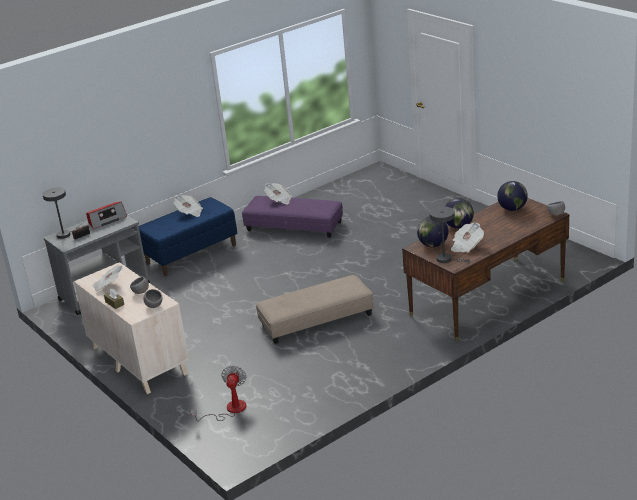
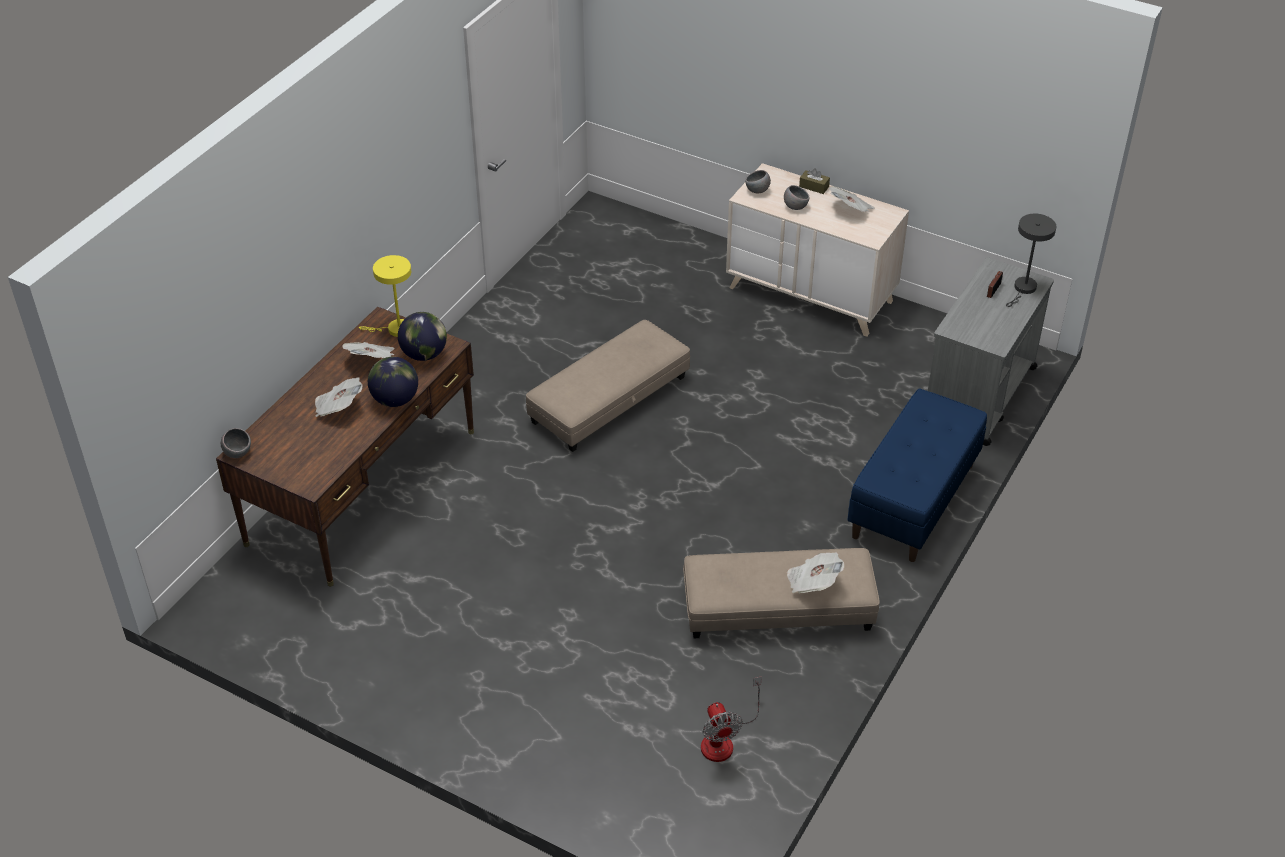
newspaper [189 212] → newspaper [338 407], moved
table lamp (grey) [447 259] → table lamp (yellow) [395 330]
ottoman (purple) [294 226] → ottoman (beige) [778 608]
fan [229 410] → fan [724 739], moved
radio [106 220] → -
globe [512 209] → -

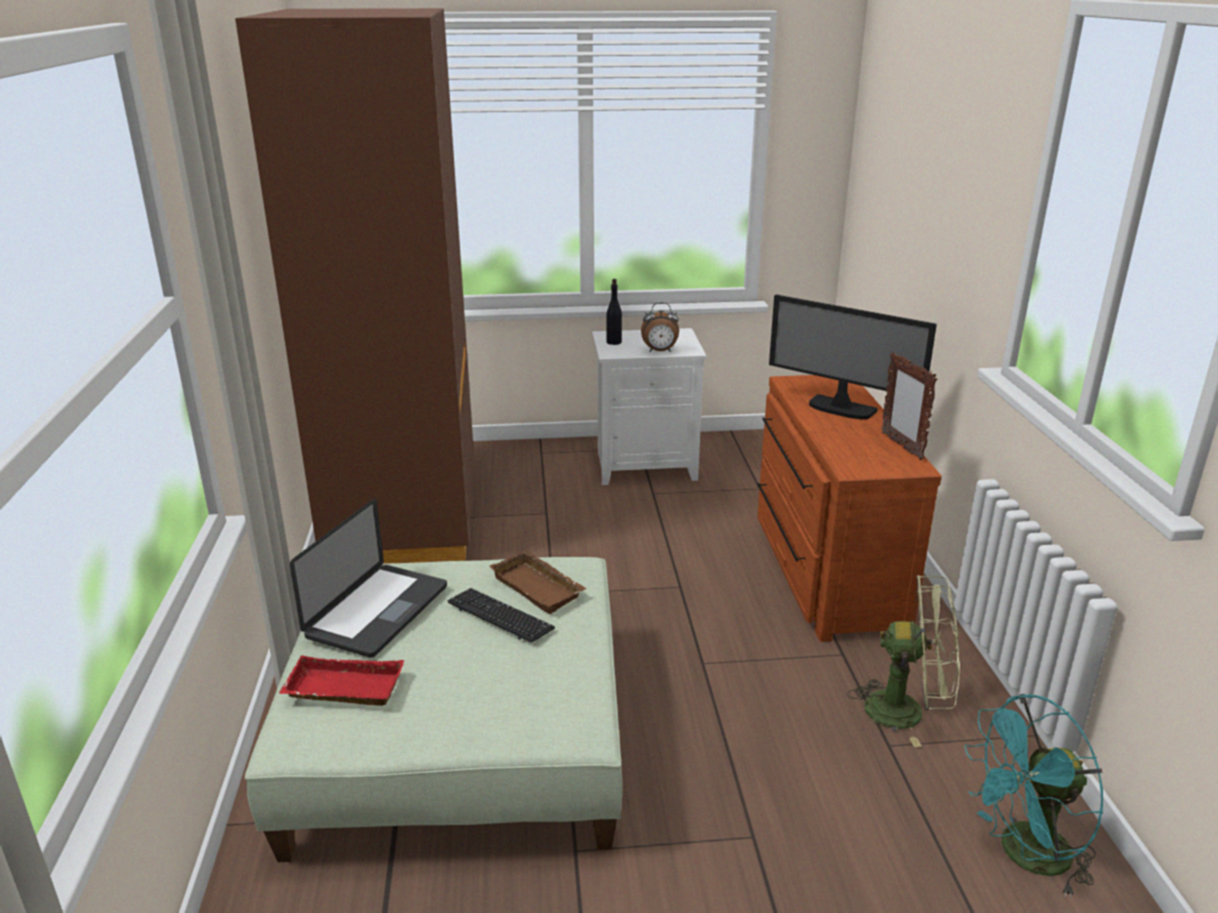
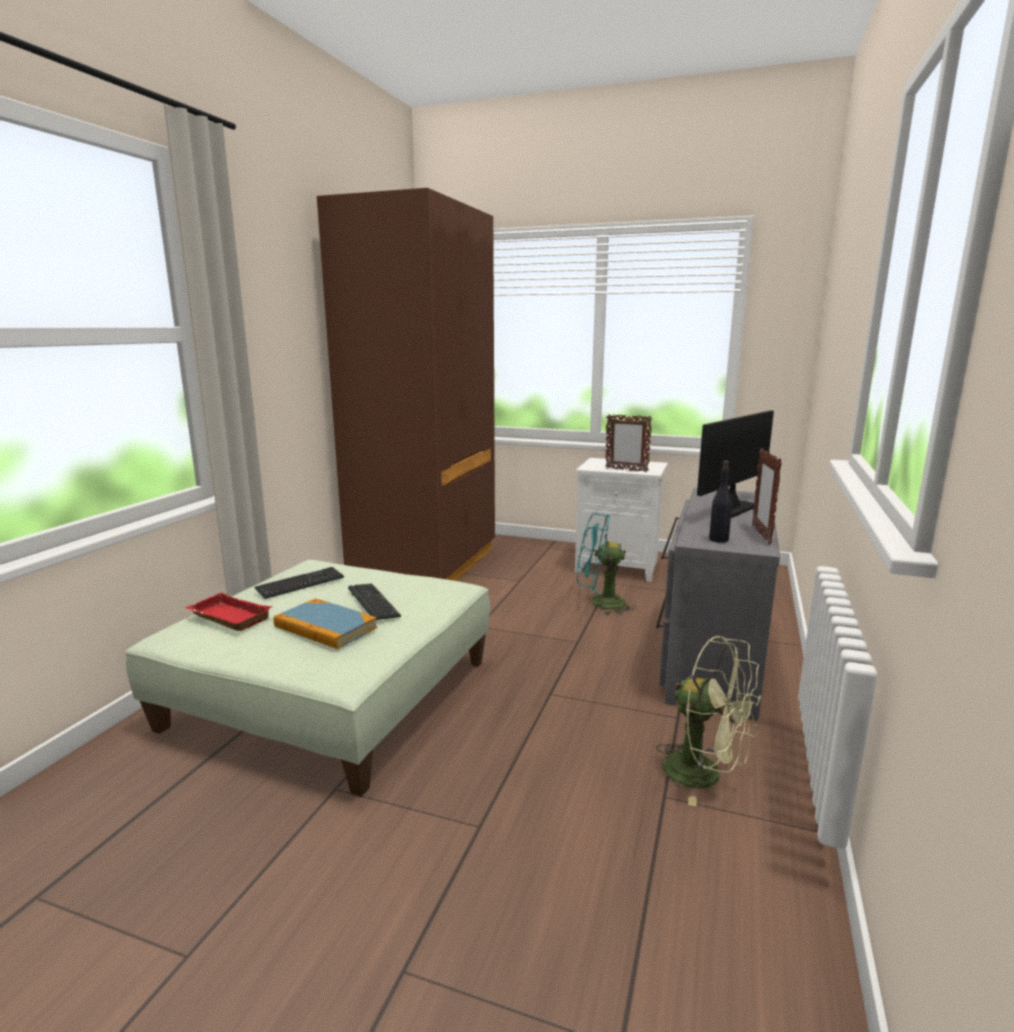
laptop [378 611] → keyboard [300 584]
- → book [325 627]
fan (turquoise) [1024 856] → fan (turquoise) [599 603], moved
alarm clock [660 351] → picture frame [626 470]
dresser (brown) [822 570] → dresser (grey) [709 656]
monitor [840 409] → monitor [732 509], 75 degrees clockwise
bottle (black) [614 342] → bottle (black) [718 539], moved
tray (brown) [540 587] → -

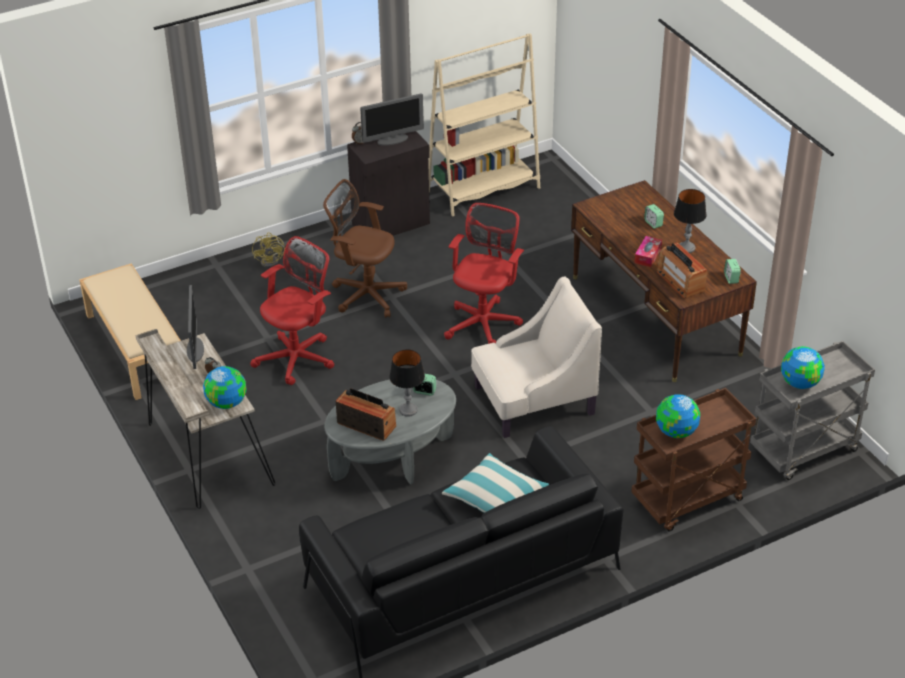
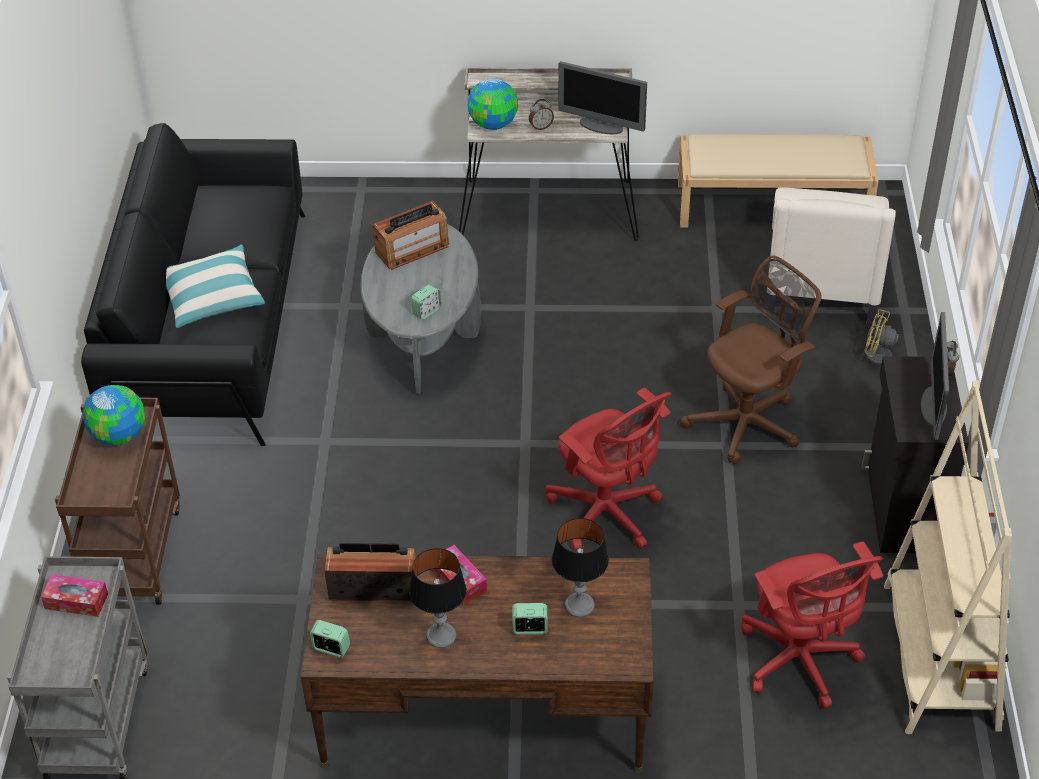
globe [799 383] → tissue box [76 601]
table lamp [408 410] → table lamp [579 605], moved
office chair (red) [298 357] → office chair (red) [800 662], moved
armchair (beige) [533 400] → armchair (beige) [822 281], moved

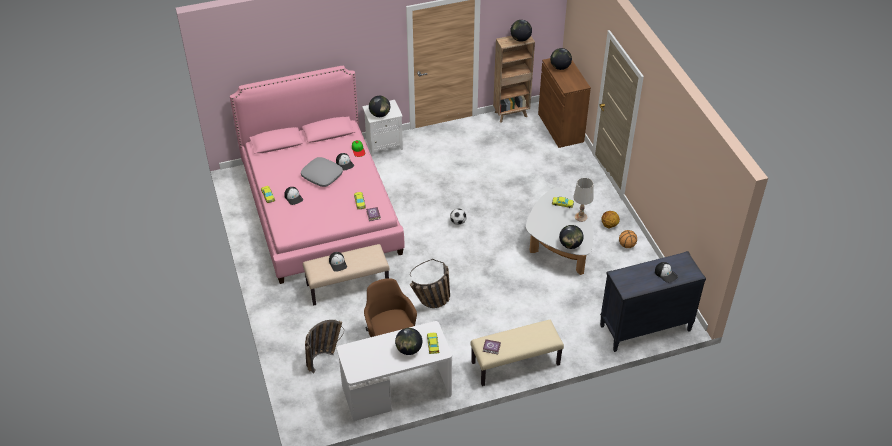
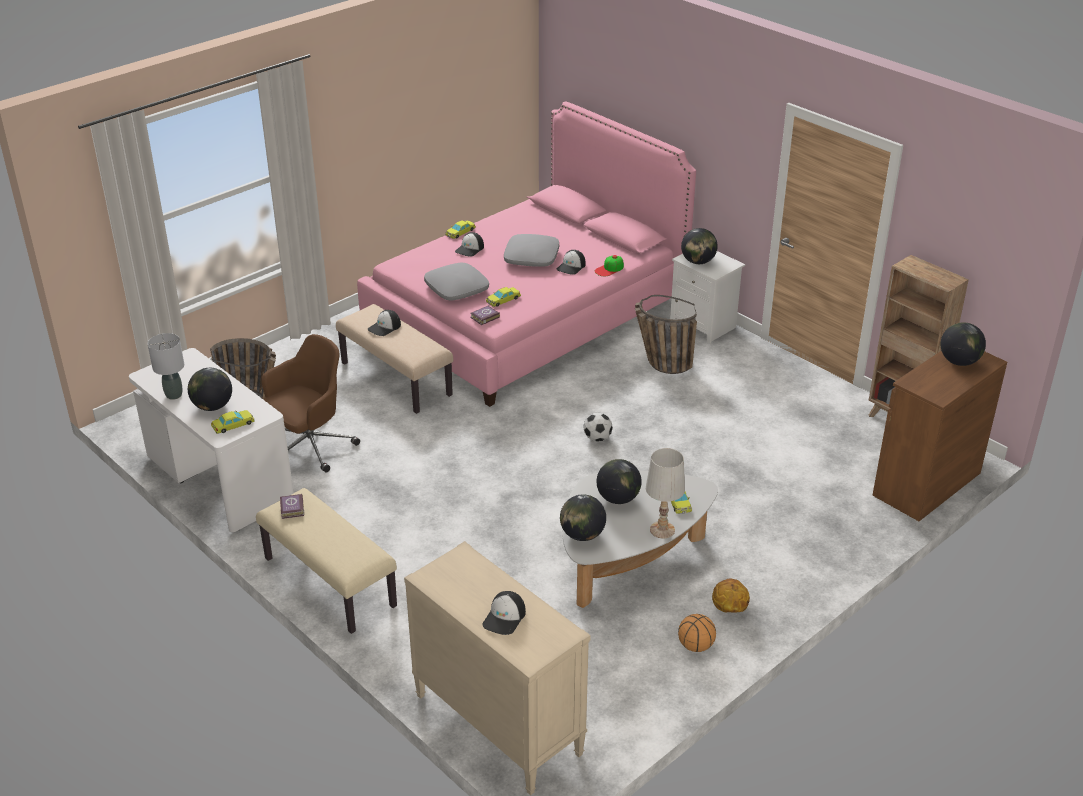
- → table lamp (grey) [173 395]
dresser (black) [644 329] → dresser (beige) [497 724]
- → pillow (grey) [457 288]
globe [520 39] → globe [618 498], moved
basket [431 303] → basket [659 363], moved

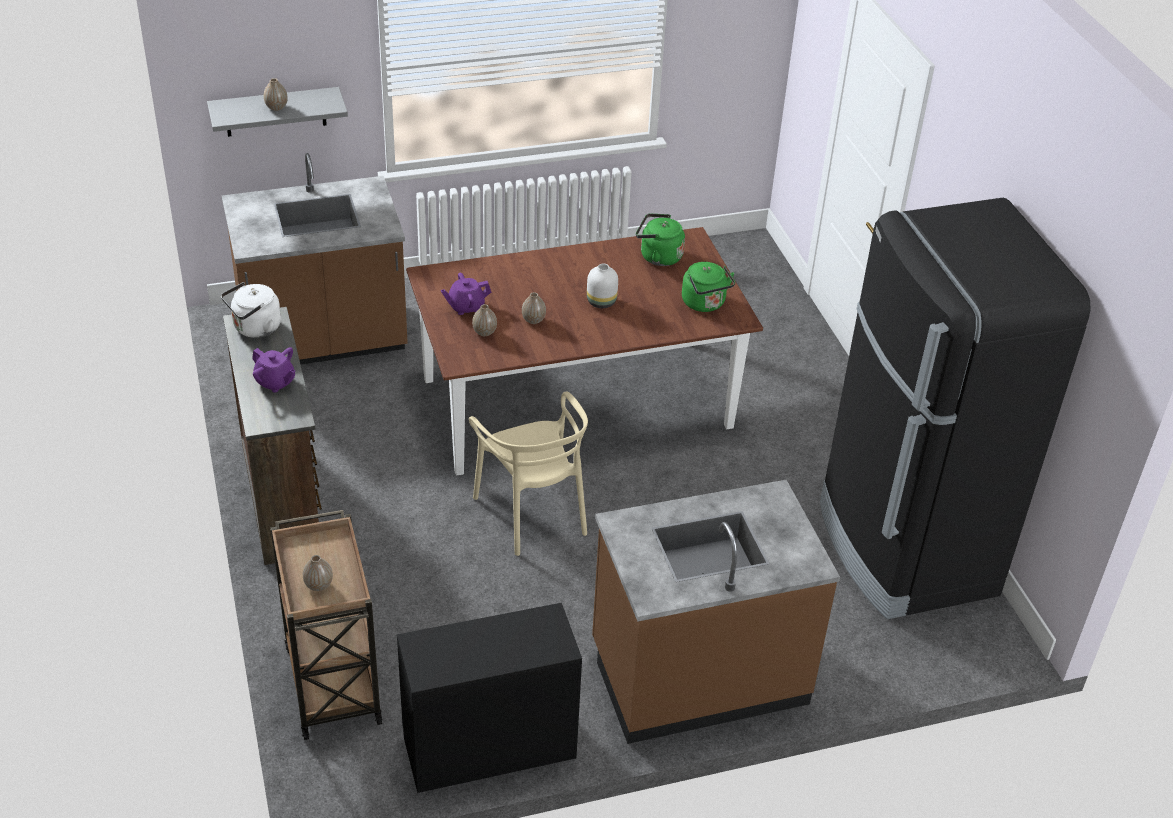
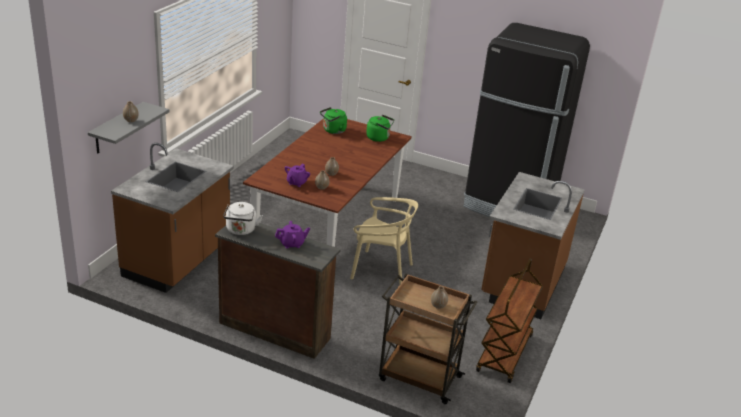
dresser (black) [488 745] → cart (brown) [505 354]
vase (white) [601 301] → -

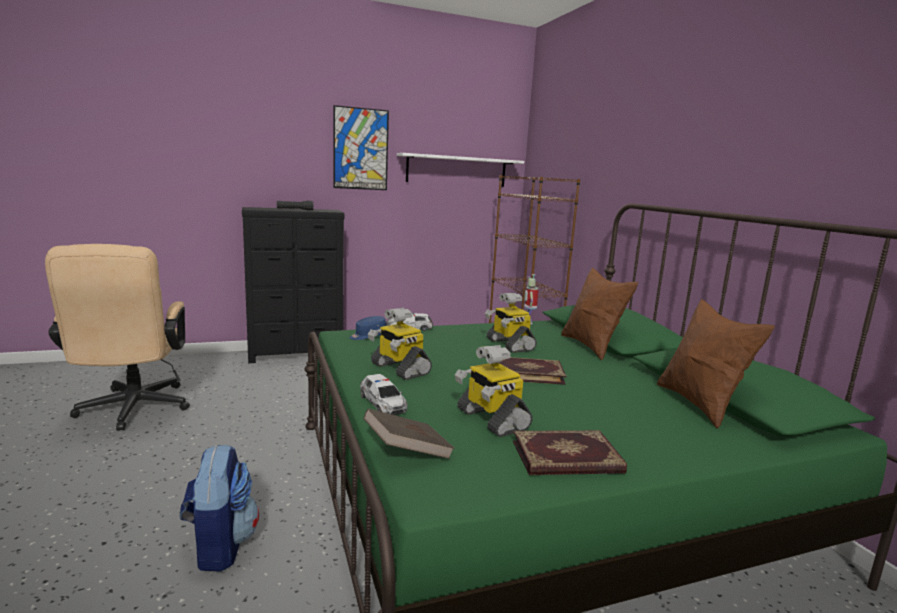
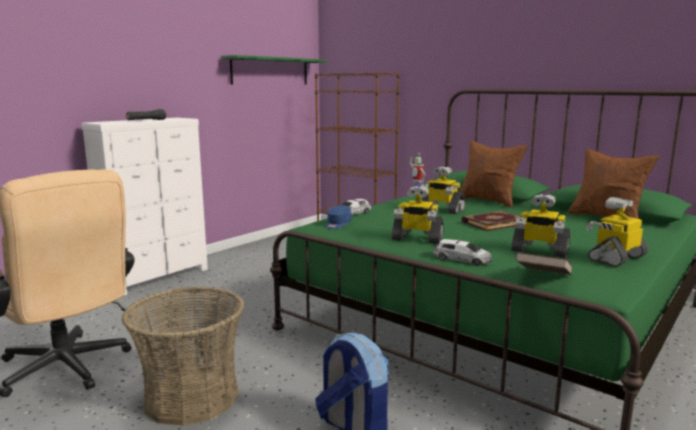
dresser (black) [296 355] → dresser (white) [158 278]
- → basket [191 396]
shelf (white) [456 170] → shelf (green) [270 71]
book [567 458] → toy robot [615 258]
picture [360 149] → -

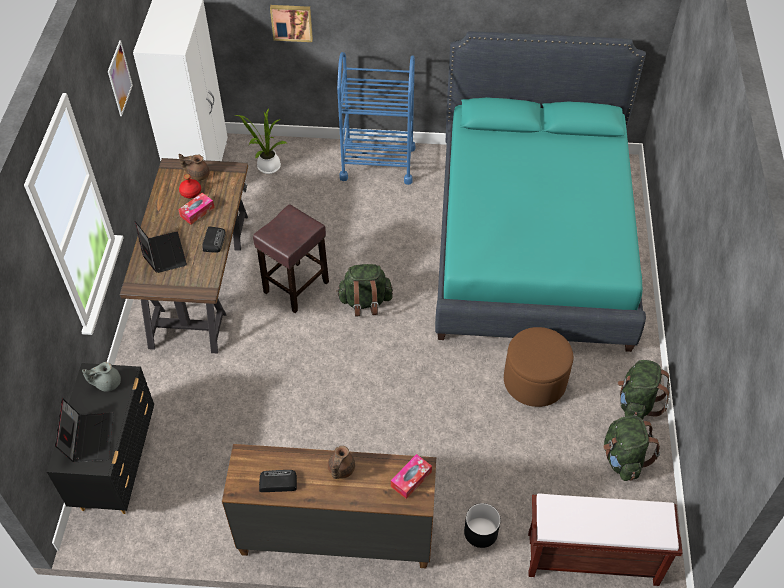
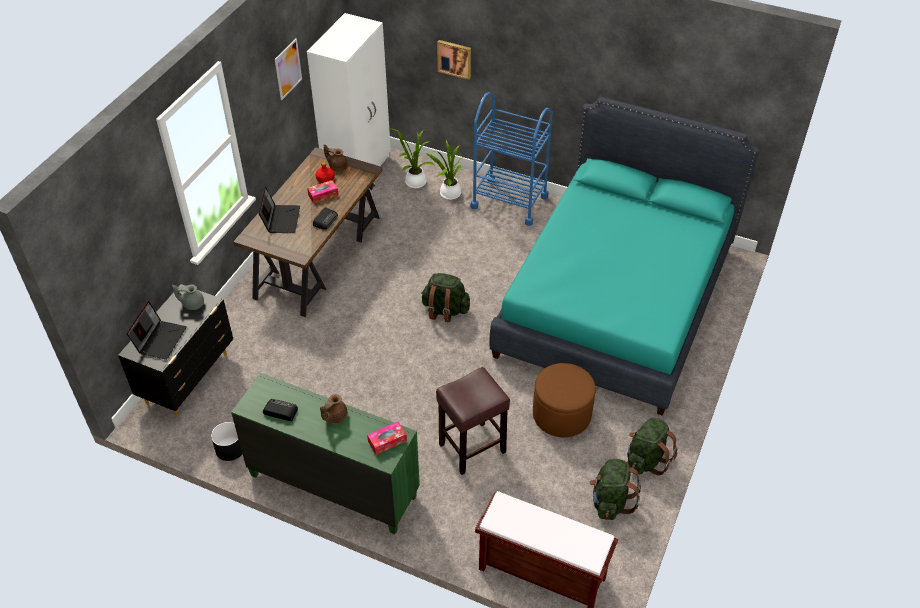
planter (black) [481 532] → planter (black) [230 449], moved
dresser (brown) [335 535] → dresser (green) [333 485]
- → potted plant [448 194]
stool (brown) [295 288] → stool (brown) [471 449], moved

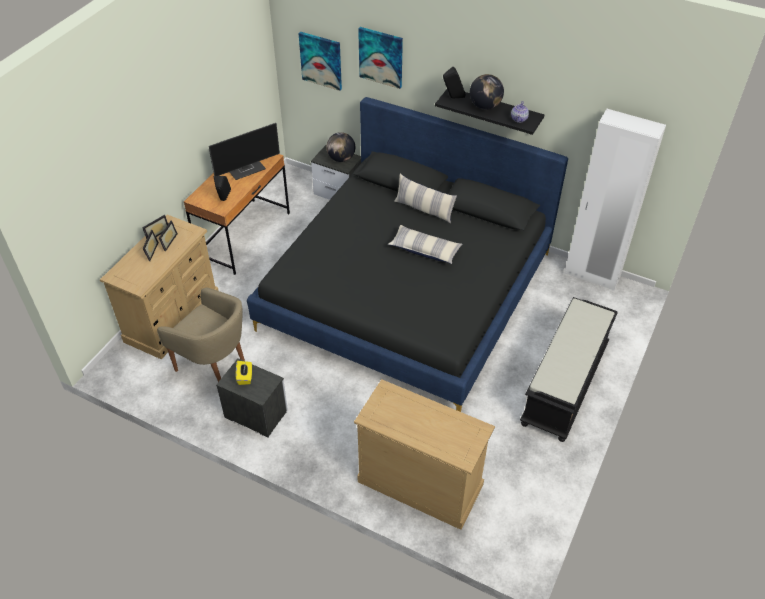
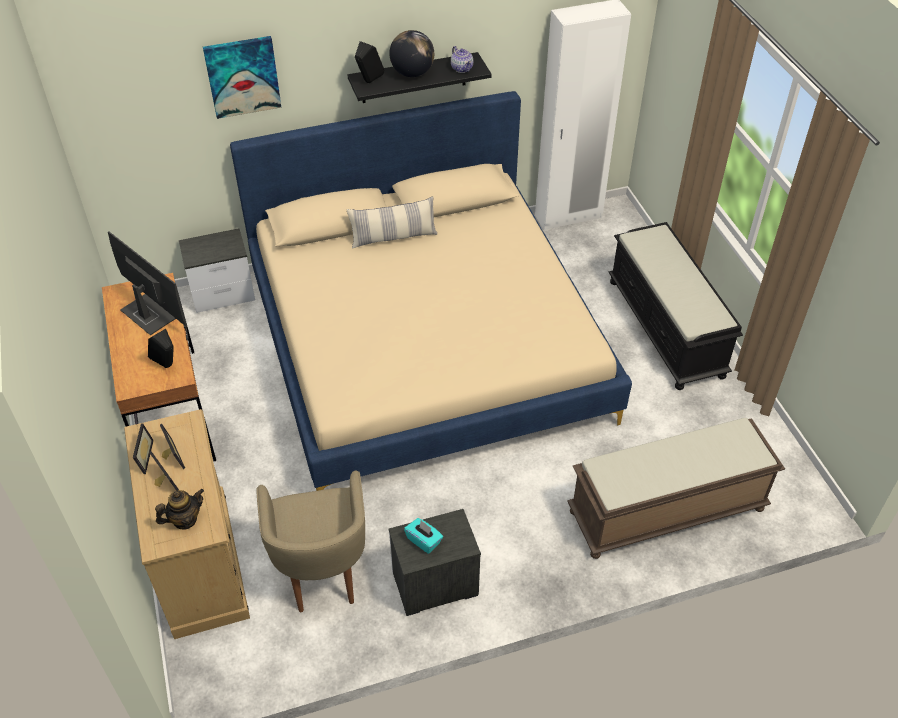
monitor [246 169] → monitor [148 314], 60 degrees counterclockwise
- → teapot [185 520]
bed (black) [407 291] → bed (beige) [425 344]
armchair (beige) [214 365] → armchair (beige) [322 573], 90 degrees clockwise
tissue box (yellow) [245 377] → tissue box (turquoise) [424 541]
dresser (beige) [420 483] → bench (brown) [666 512]
picture [321 60] → -
globe [341 158] → -
pillow [425 250] → -

